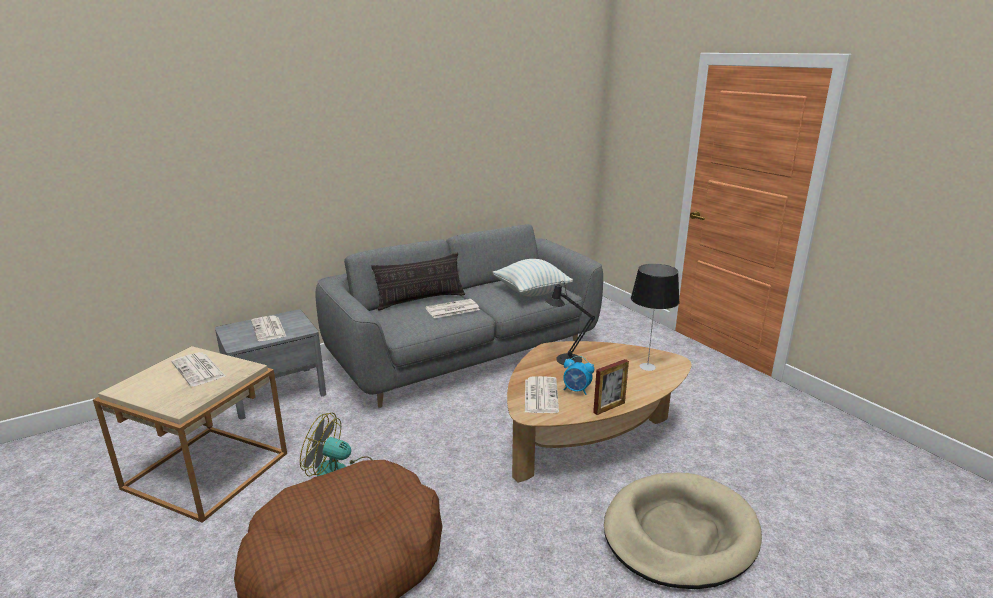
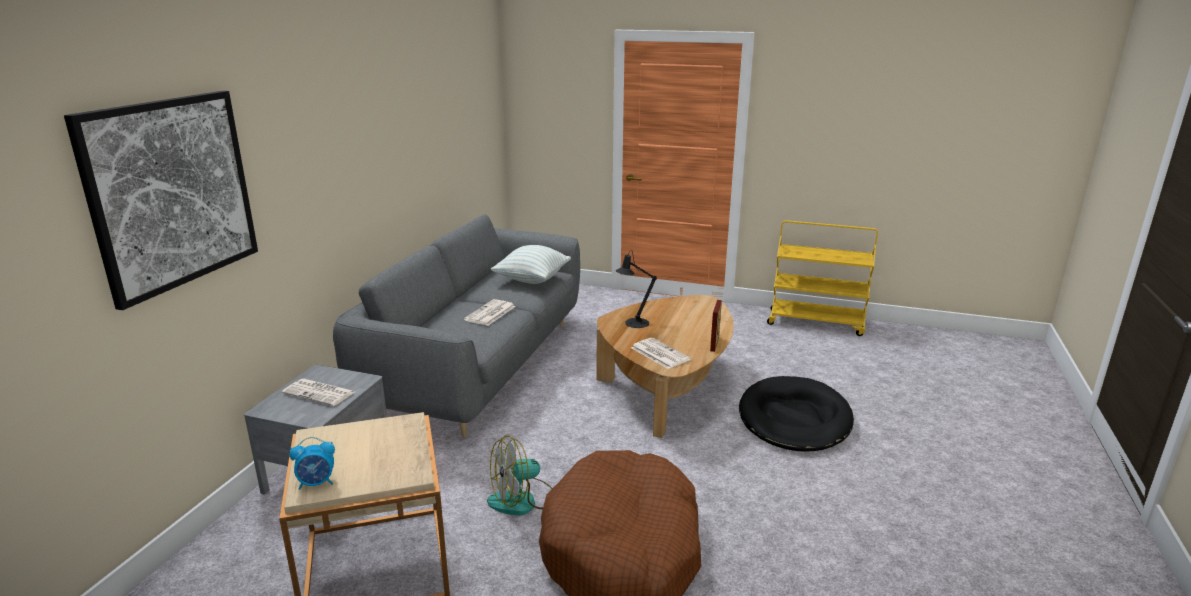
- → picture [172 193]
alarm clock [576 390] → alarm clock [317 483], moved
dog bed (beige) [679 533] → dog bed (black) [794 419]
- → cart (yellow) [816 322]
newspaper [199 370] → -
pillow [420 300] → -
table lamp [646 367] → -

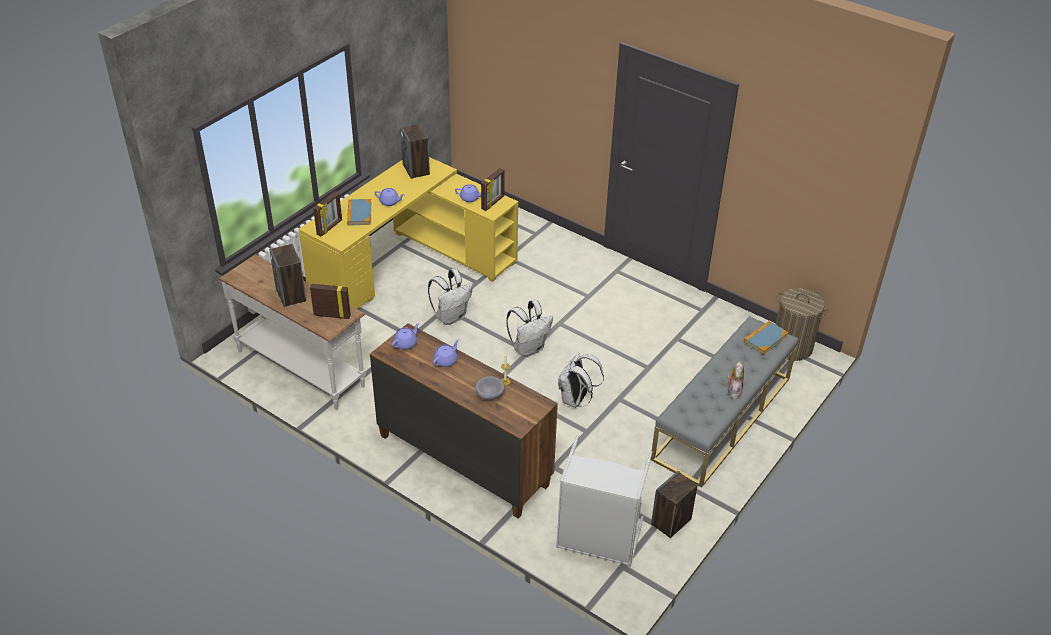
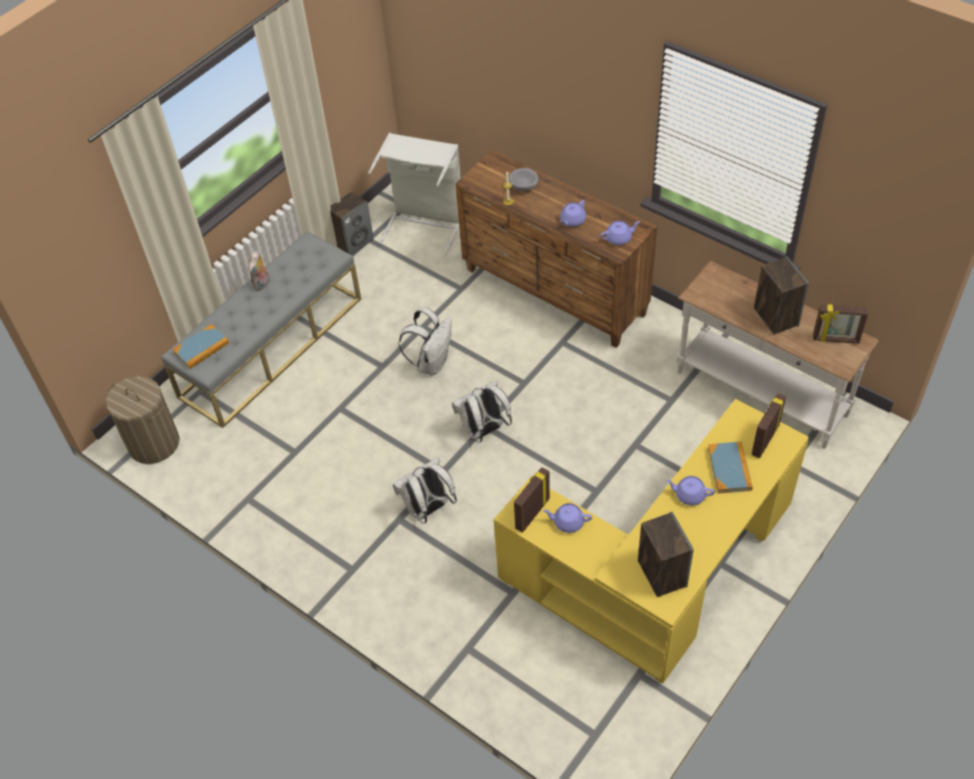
backpack (white) [451 317] → backpack (white) [428 509], moved
teapot (purple) [406 343] → teapot (purple) [619 238], 150 degrees counterclockwise
picture frame [332 315] → picture frame [835 340], moved

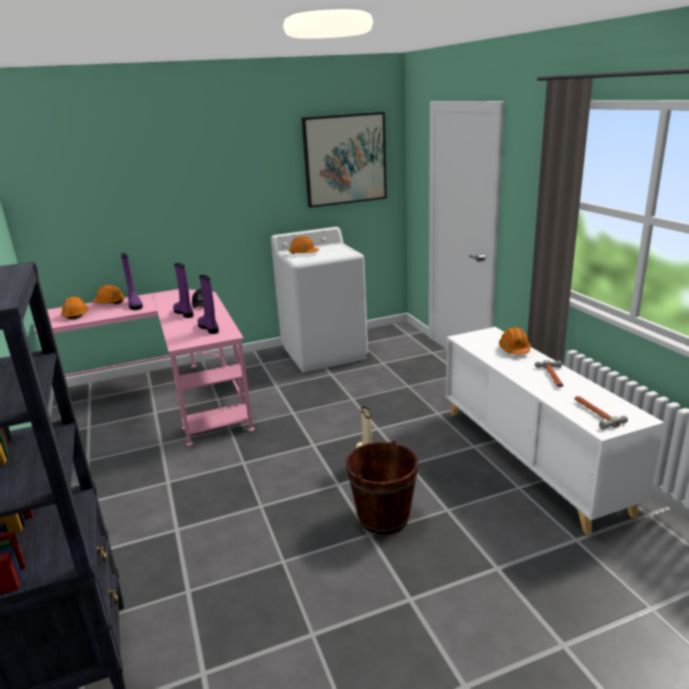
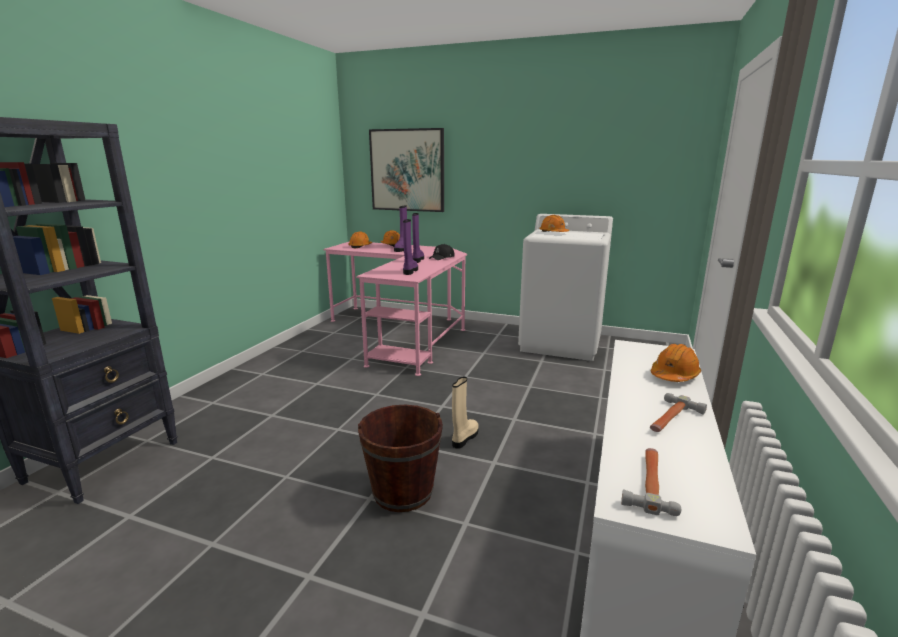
picture [345 159] → picture [407 170], moved

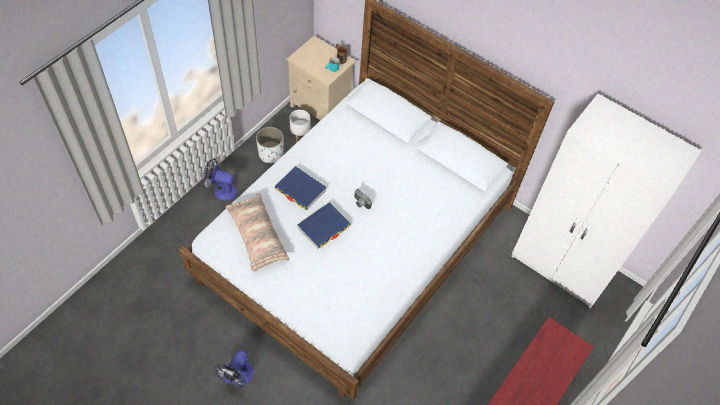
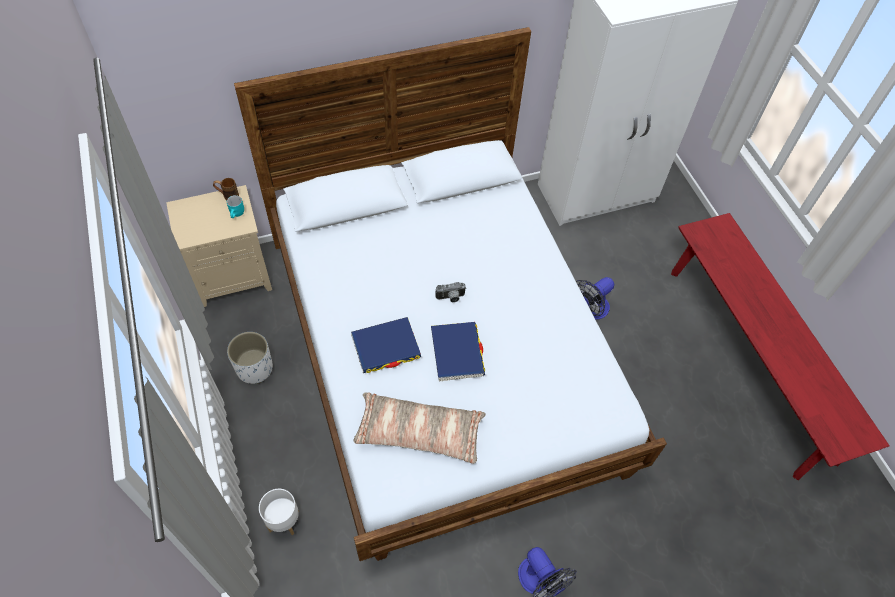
planter (white) [300 135] → planter (white) [283 521], moved
fan [221 190] → fan [590 310], moved

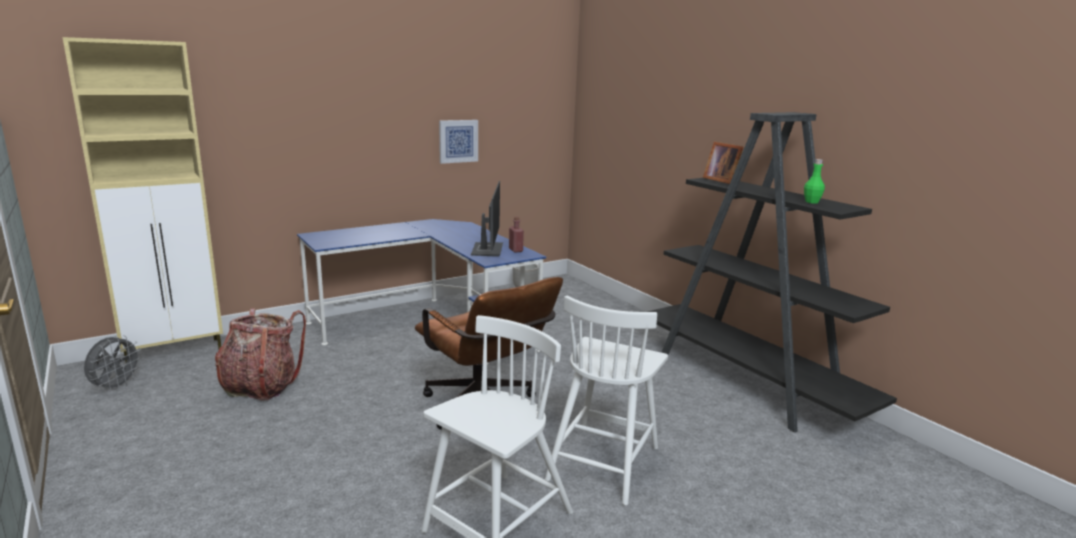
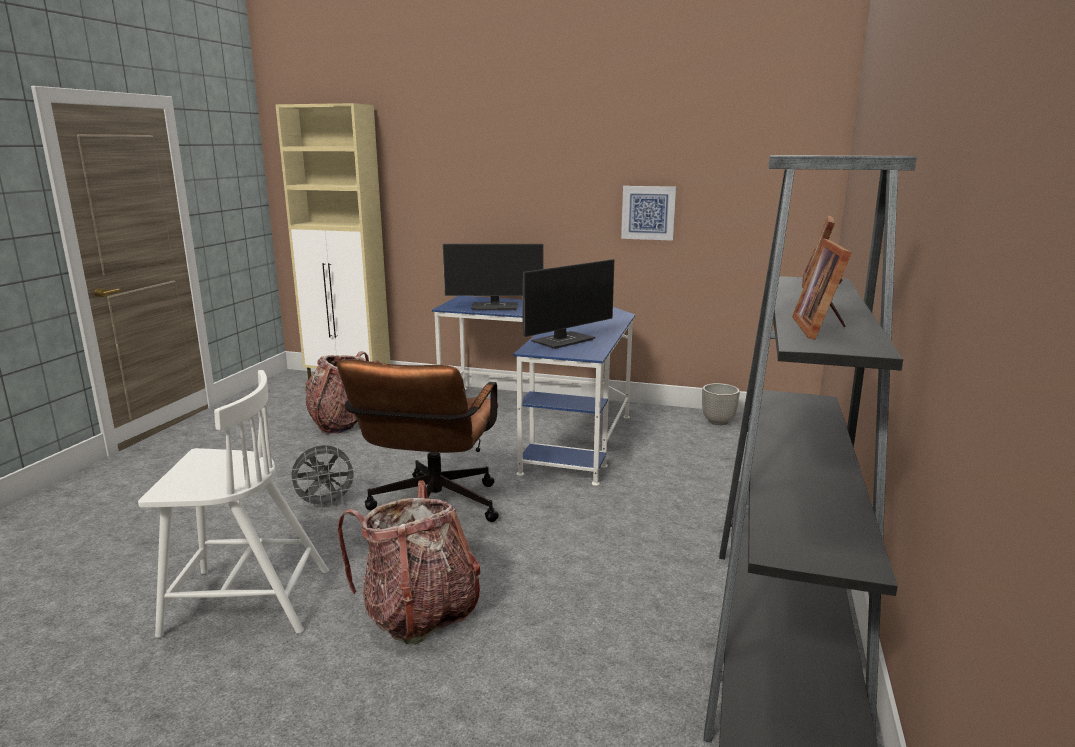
fan (grey) [116 387] → fan (grey) [326 504], moved
chair (white) [603 461] → backpack [419 613]
- → monitor [496 307]
bottle (green) [811 202] → picture frame [821 328]
bottle (red) [515 250] → -

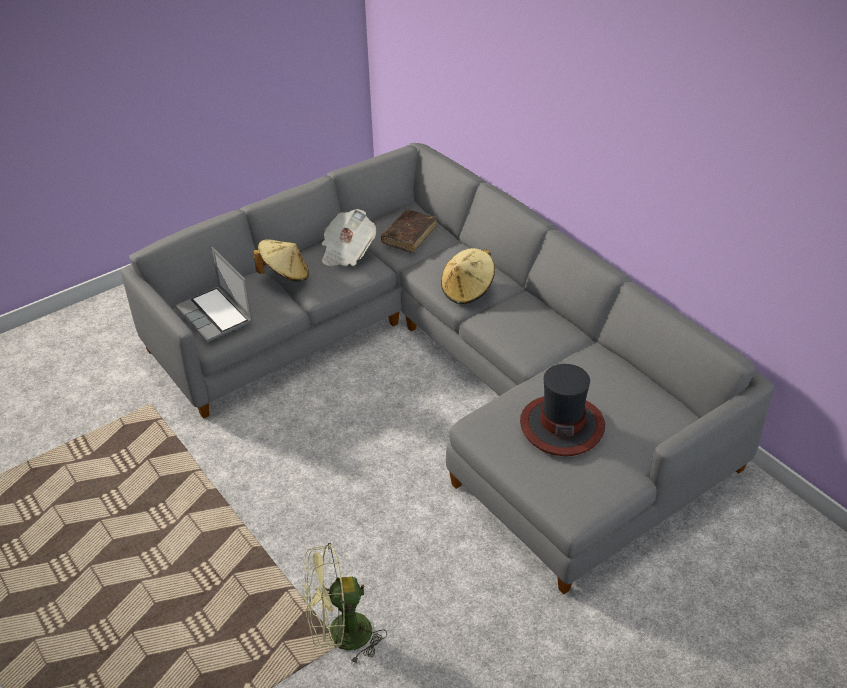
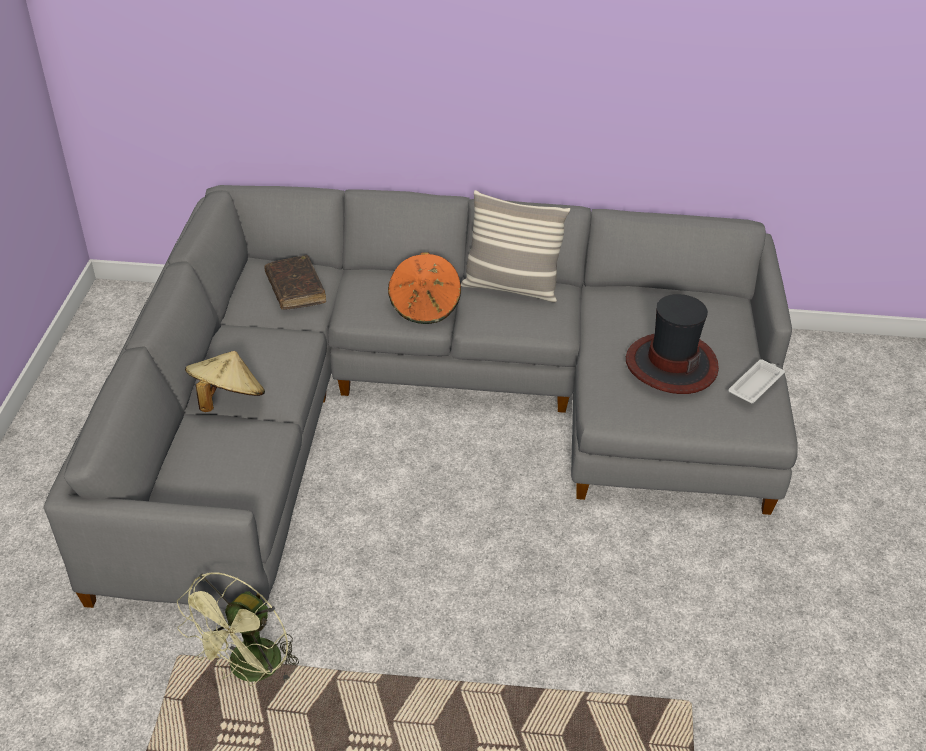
fan (green) [340 636] → fan (green) [250 671], moved
hat (beige) [467 290] → hat (orange) [425 306]
- → pillow [511 288]
- → tray (white) [756 384]
laptop [216 316] → -
newspaper [347 252] → -

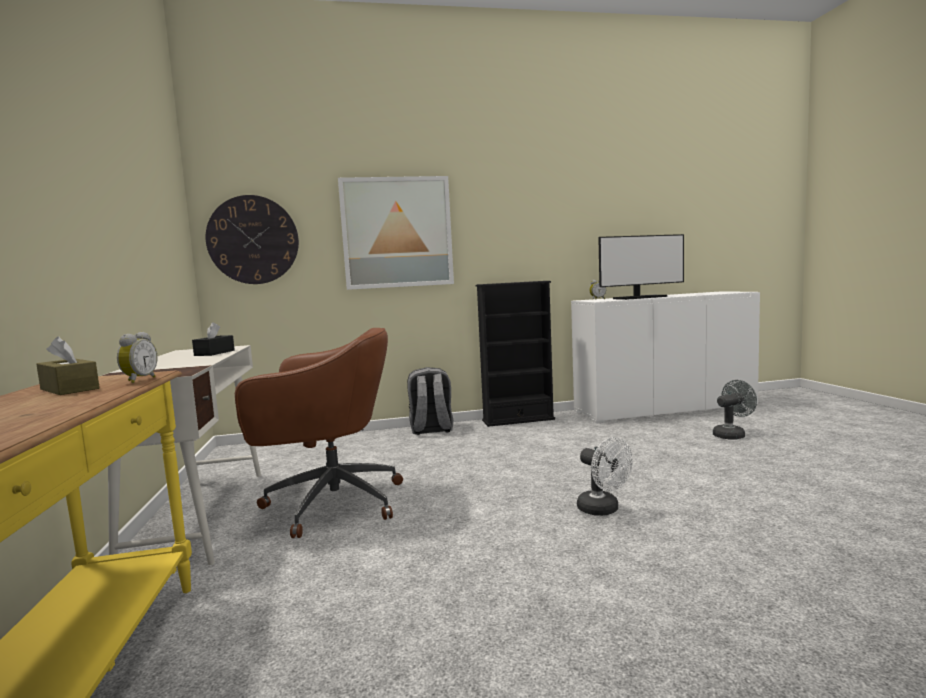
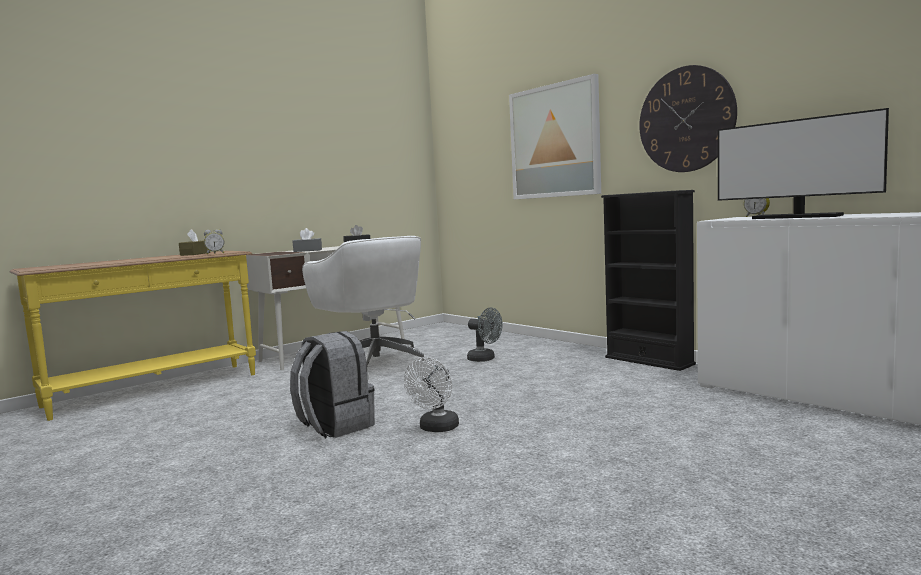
backpack (grey) [431 430] → backpack (grey) [334 426], moved
- → tissue box (grey) [307 250]
office chair (brown) [330 503] → office chair (white) [375 365]
fan (grey) [732 435] → fan (grey) [485 359], moved
wall clock [253 240] → wall clock [686 119], moved

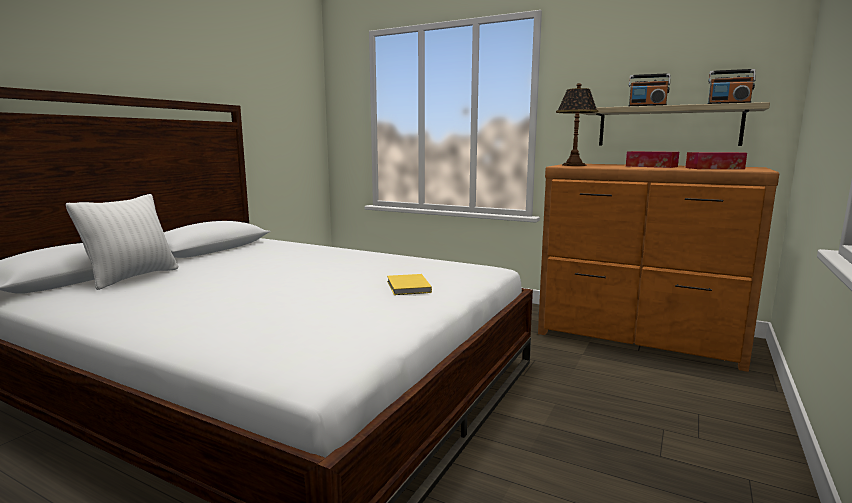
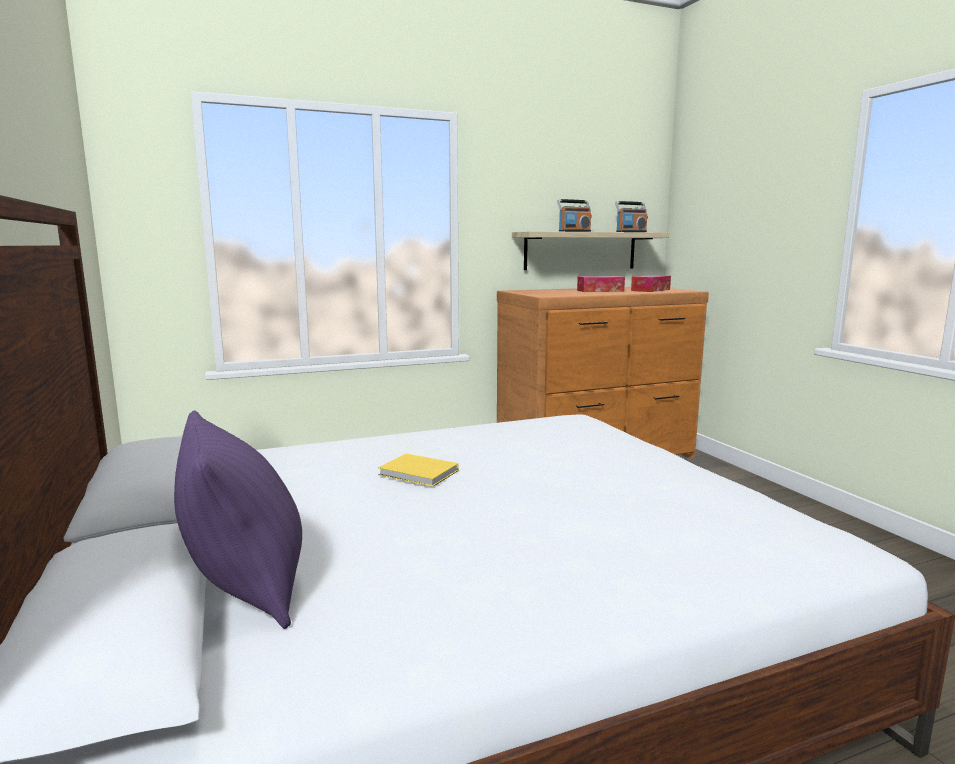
pillow (white) [132 277] → pillow (purple) [246 587]
book (yellow) [408 287] → book (yellow) [419 473], moved
table lamp [573 165] → -

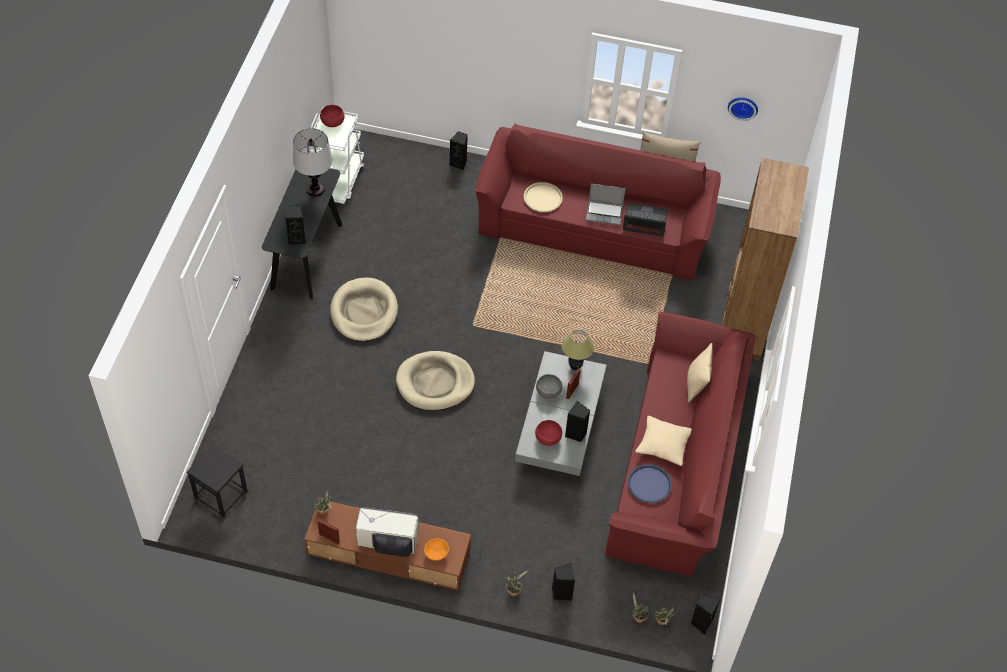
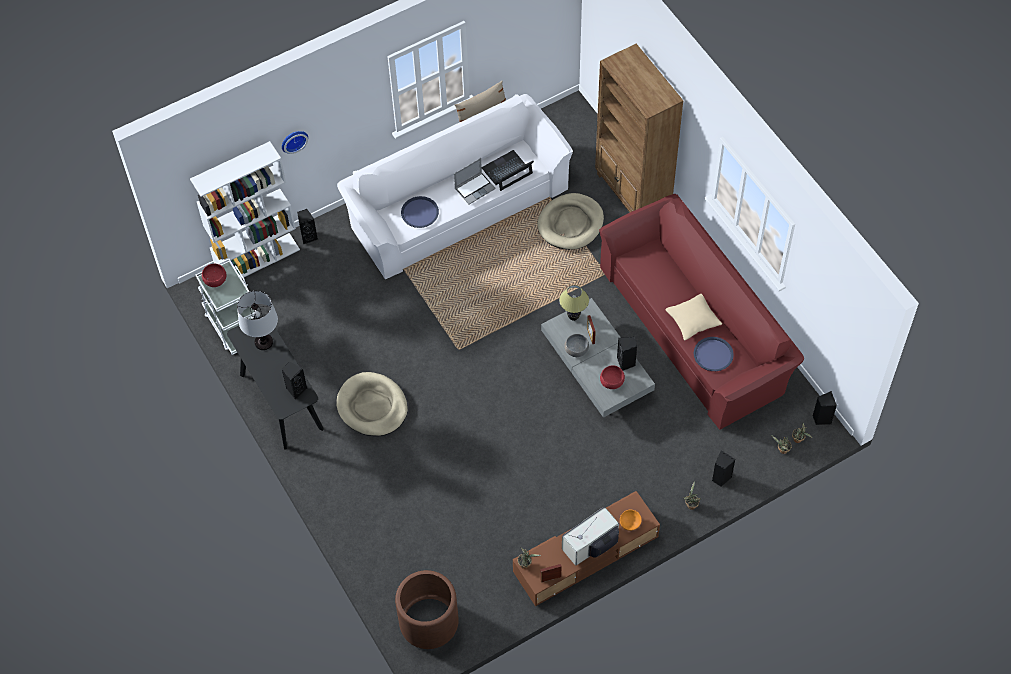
- → bookcase (white) [258 259]
wall clock [743 106] → wall clock [293 140], moved
sofa (red) [594 224] → sofa (white) [456 203]
stool (black) [221 494] → planter (brown) [429 621]
tray (beige) [542 198] → tray (blue) [419 212]
dog bed (beige) [435 383] → dog bed (beige) [570 223], moved
pillow (beige) [696 384] → -

